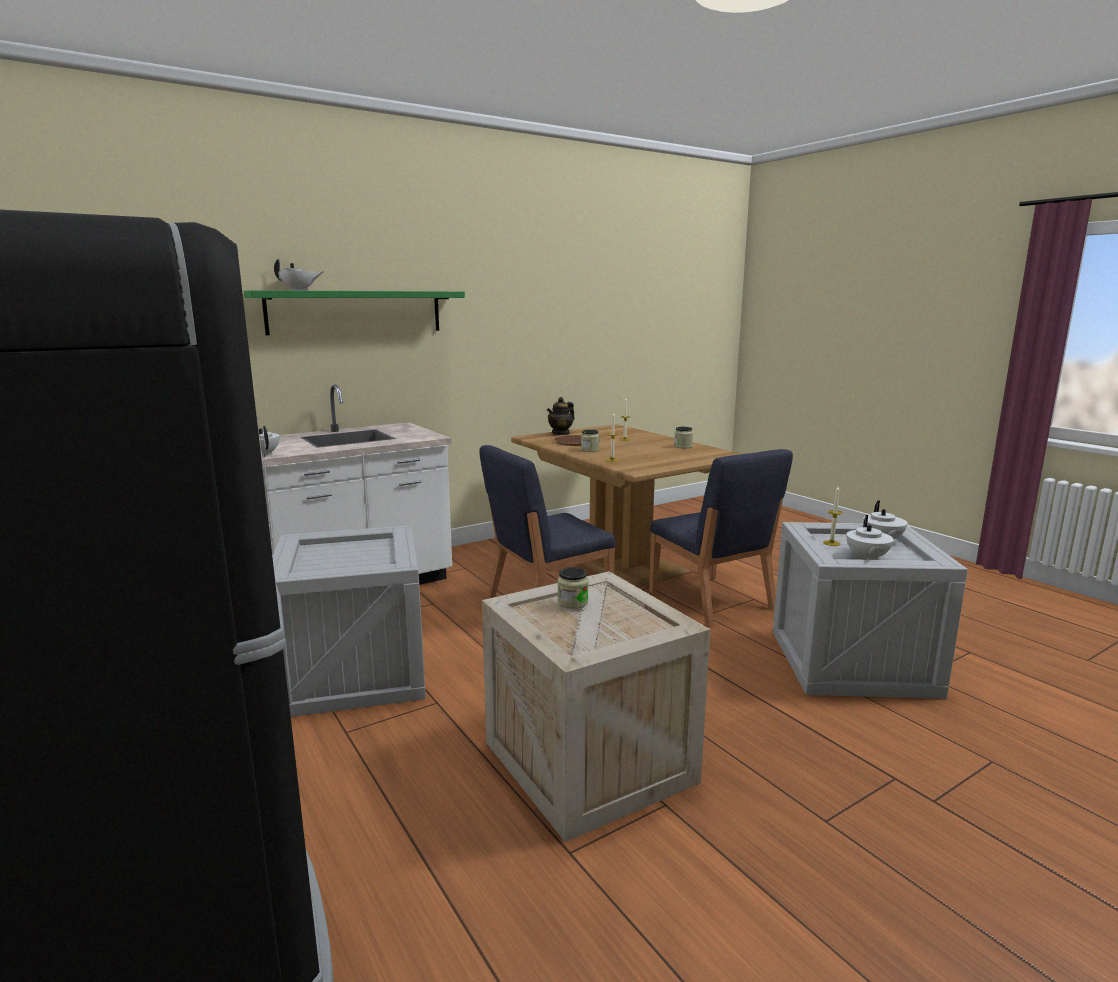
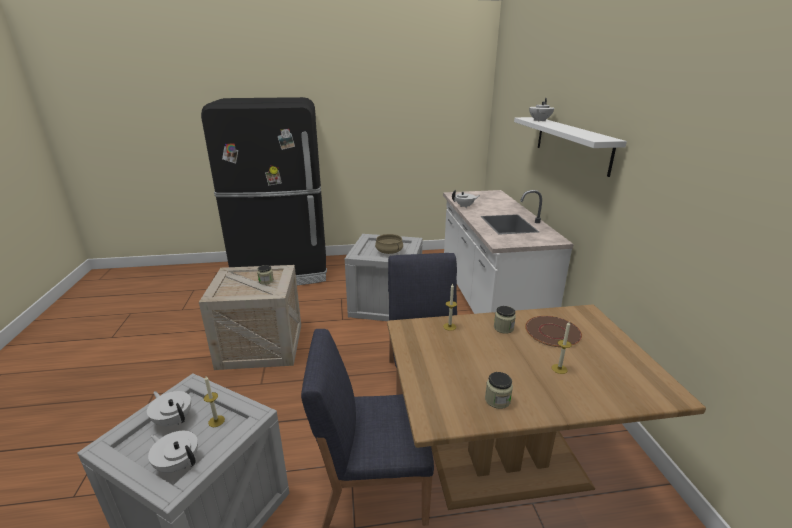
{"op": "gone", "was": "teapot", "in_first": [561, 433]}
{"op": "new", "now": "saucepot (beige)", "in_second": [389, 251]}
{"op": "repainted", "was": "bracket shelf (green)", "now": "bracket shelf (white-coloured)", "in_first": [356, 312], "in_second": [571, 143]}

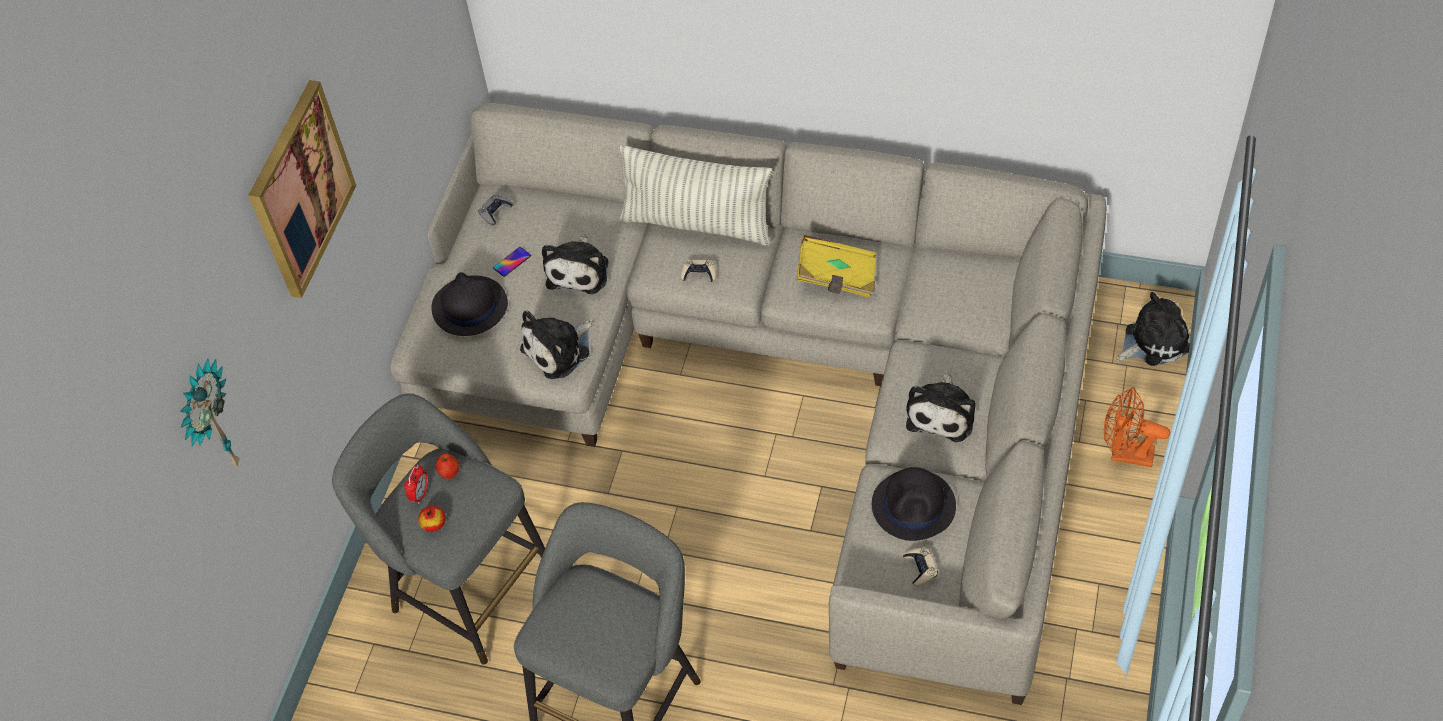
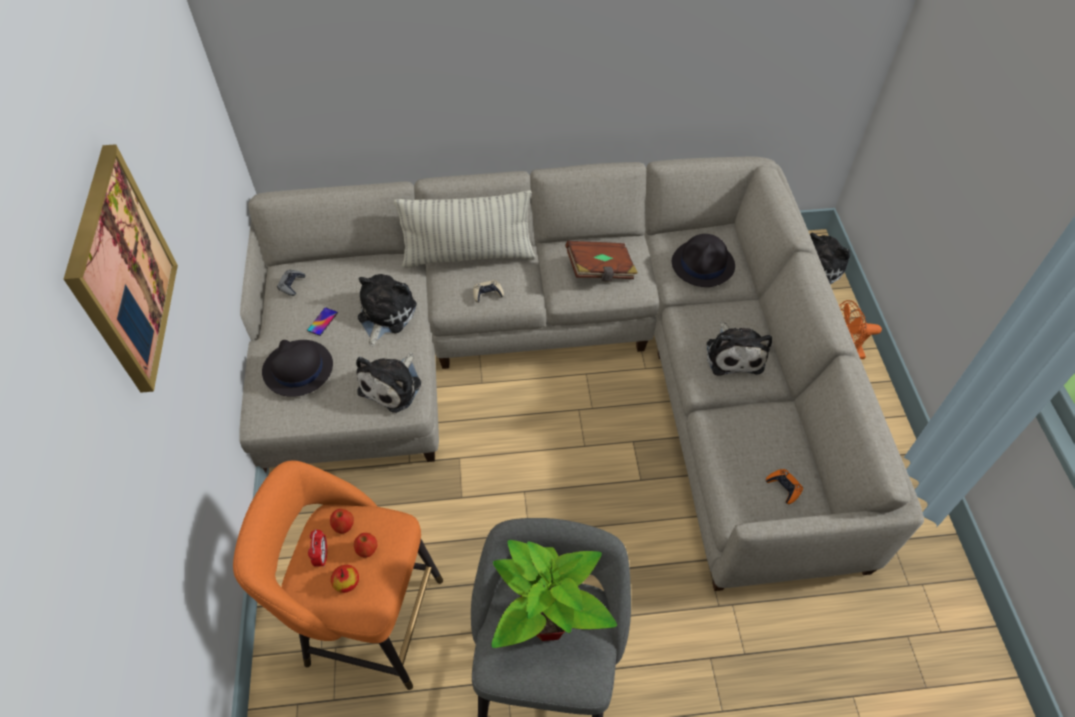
{"op": "gone", "was": "clock on the wall", "in_first": [208, 421]}
{"op": "new", "now": "apple fruit", "in_second": [367, 550]}
{"op": "new", "now": "plant in a pot", "in_second": [547, 620]}
{"op": "shifted", "was": "wearable hat (blackish)", "in_first": [914, 506], "in_second": [703, 264]}
{"op": "repainted", "was": "stool seat (grey)", "now": "stool seat (orange)", "in_first": [466, 586], "in_second": [367, 619]}
{"op": "repainted", "was": "book (yellow-coloured)", "now": "book (brown)", "in_first": [837, 278], "in_second": [600, 270]}
{"op": "repainted", "was": "game controller (beige)", "now": "game controller (orange)", "in_first": [920, 568], "in_second": [784, 487]}
{"op": "rotated", "was": "soft toy", "in_first": [579, 270], "in_second": [384, 315], "clockwise": -150}

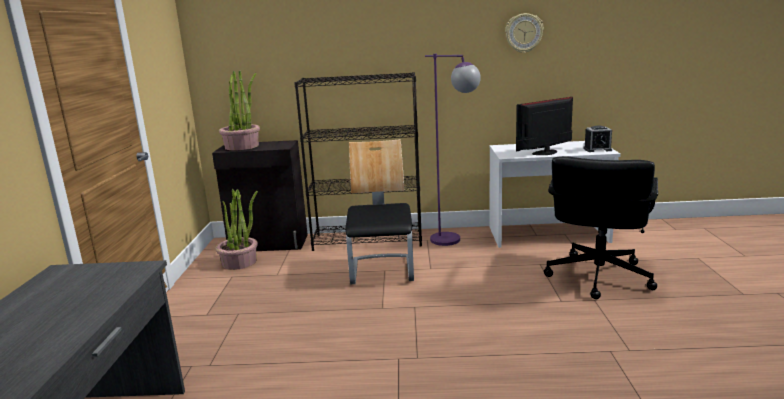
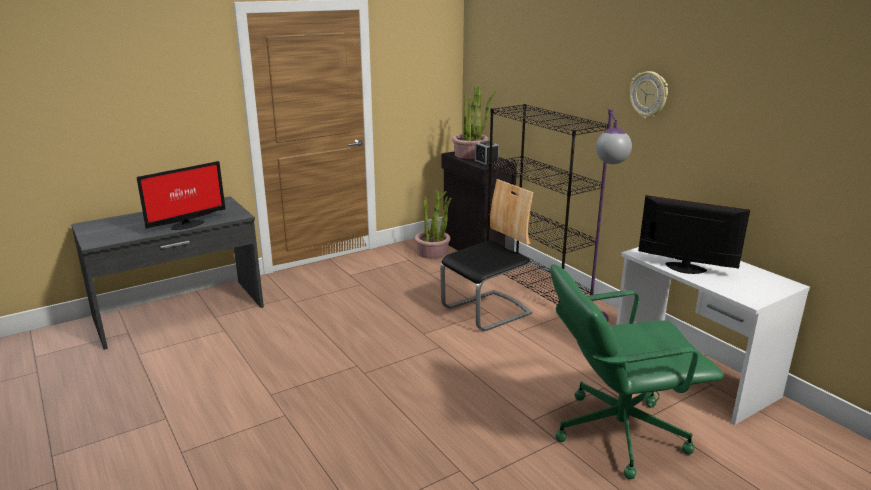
{"op": "new", "now": "monitor", "in_second": [186, 225]}
{"op": "shifted", "was": "clock on the wall", "in_first": [524, 33], "in_second": [649, 94]}
{"op": "shifted", "was": "table clock", "in_first": [597, 149], "in_second": [486, 163]}
{"op": "repainted", "was": "office chair (blackish)", "now": "office chair (green)", "in_first": [597, 277], "in_second": [617, 432]}

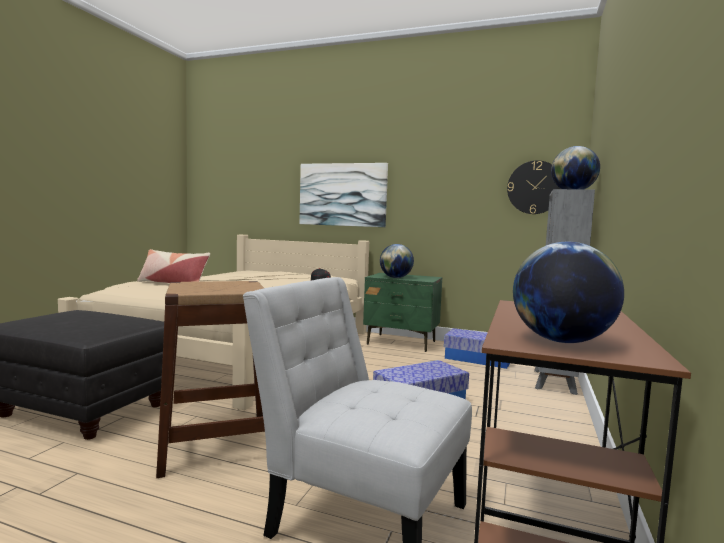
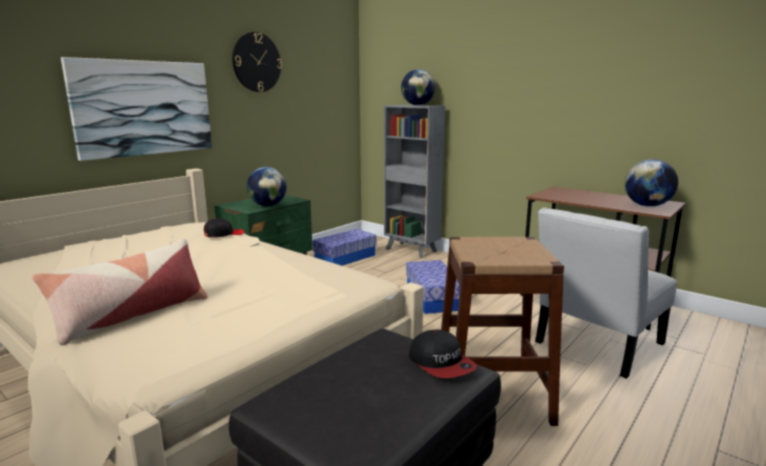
{"op": "new", "now": "cap", "in_second": [441, 363]}
{"op": "shifted", "was": "clock on the wall", "in_first": [534, 187], "in_second": [256, 62]}

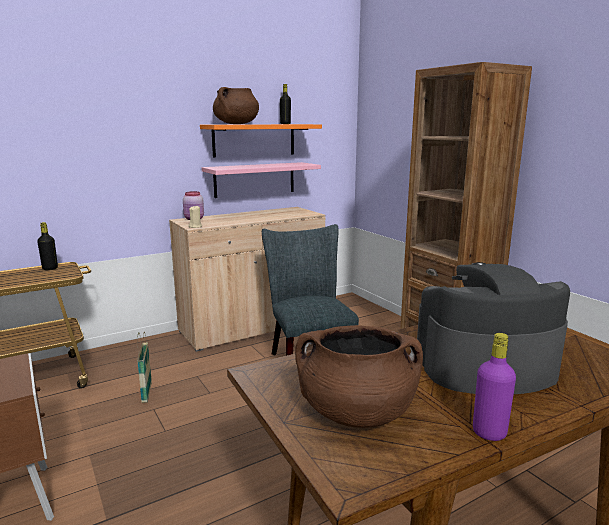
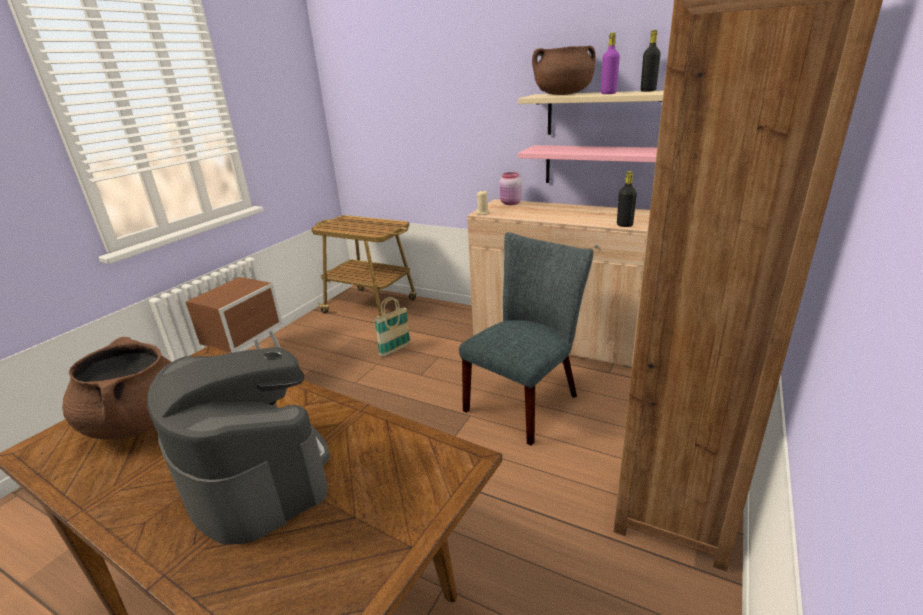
{"op": "shifted", "was": "beverage bottle (blackish)", "in_first": [50, 268], "in_second": [624, 225]}
{"op": "shifted", "was": "beverage bottle (purple-coloured)", "in_first": [489, 433], "in_second": [608, 93]}
{"op": "repainted", "was": "bracket shelf (orange)", "now": "bracket shelf (beige)", "in_first": [254, 140], "in_second": [604, 113]}

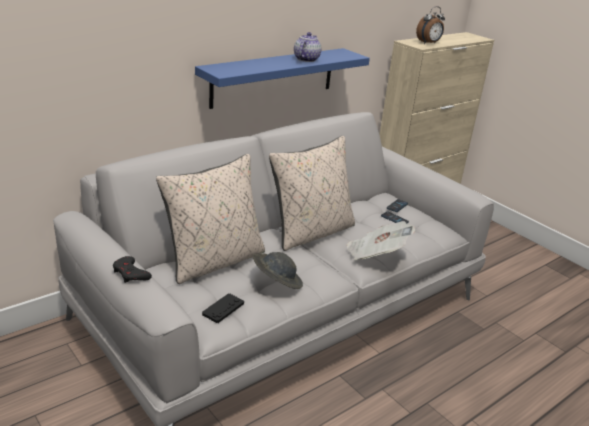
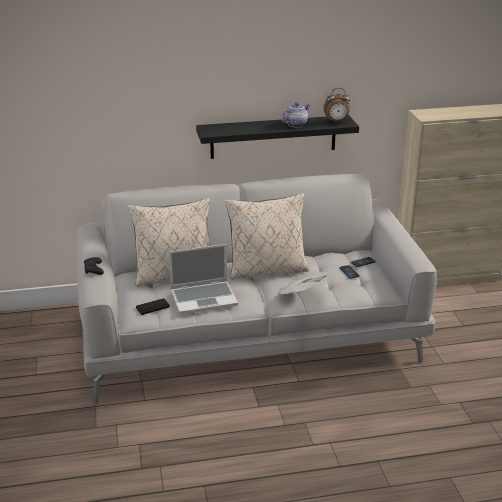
{"op": "shifted", "was": "table clock", "in_first": [428, 43], "in_second": [336, 122]}
{"op": "swapped", "was": "wearable hat (grey)", "now": "portable computer", "in_first": [276, 282], "in_second": [204, 298]}
{"op": "repainted", "was": "bracket shelf (bluish)", "now": "bracket shelf (blackish)", "in_first": [274, 77], "in_second": [273, 137]}

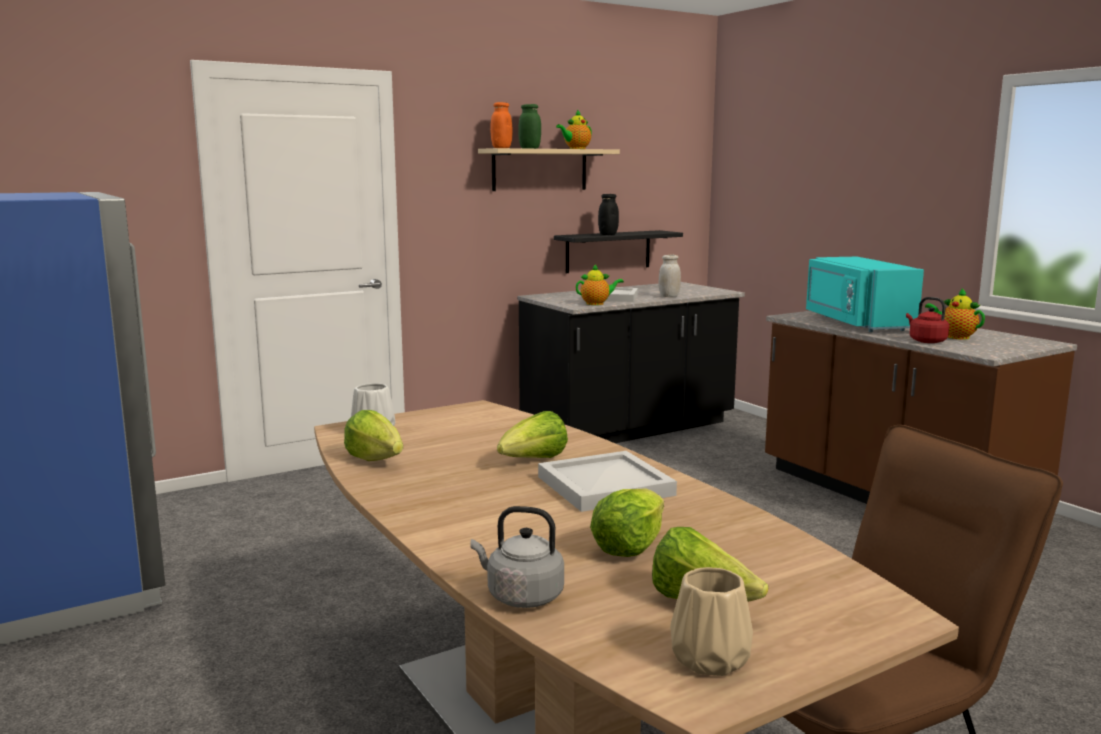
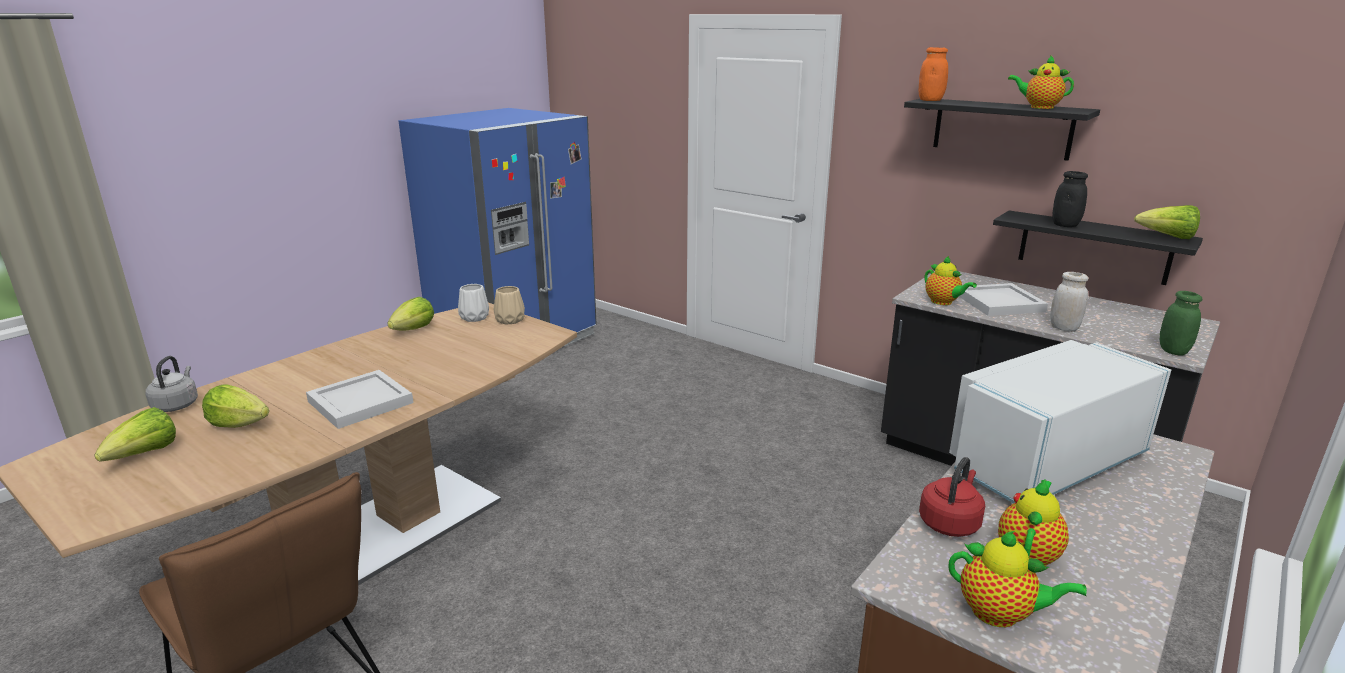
{"op": "new", "now": "teapot", "in_second": [1000, 614]}
{"op": "shifted", "was": "head of lettuce", "in_first": [533, 461], "in_second": [1167, 237]}
{"op": "shifted", "was": "jar (green)", "in_first": [529, 148], "in_second": [1173, 351]}
{"op": "shifted", "was": "flower vase (beige)", "in_first": [708, 658], "in_second": [510, 320]}
{"op": "repainted", "was": "bracket shelf (beige)", "now": "bracket shelf (blackish)", "in_first": [539, 170], "in_second": [1002, 128]}
{"op": "repainted", "was": "kitchen microwave (turquoise)", "now": "kitchen microwave (white-coloured)", "in_first": [855, 323], "in_second": [1042, 461]}

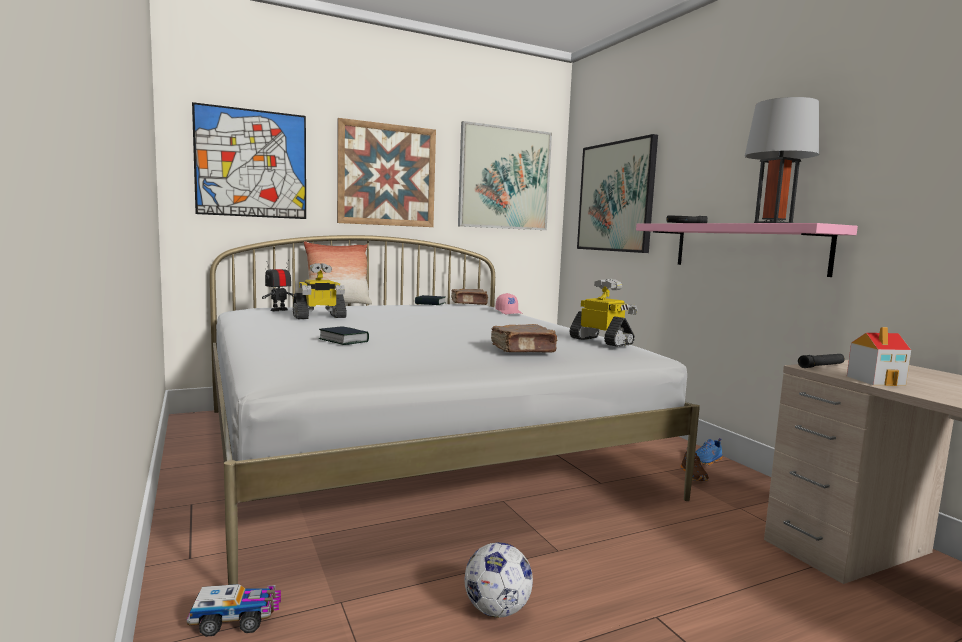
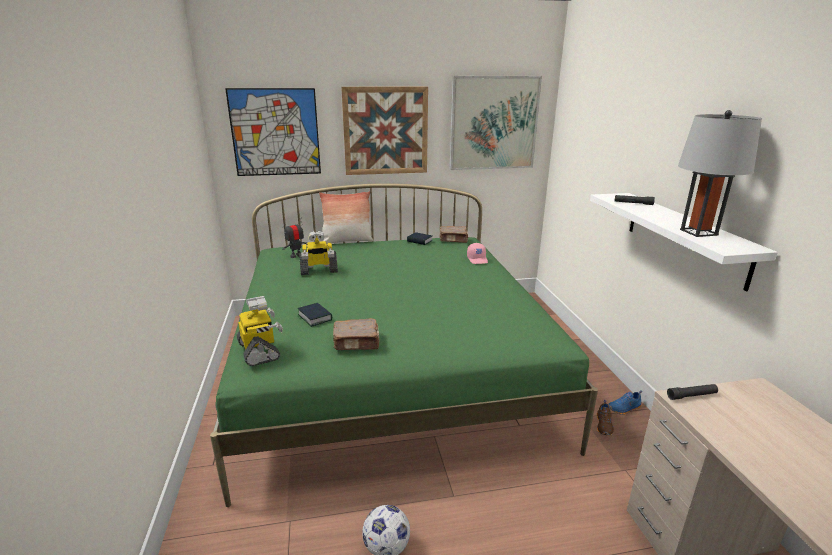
{"op": "gone", "was": "toy truck", "in_first": [236, 620]}
{"op": "gone", "was": "picture", "in_first": [616, 197]}
{"op": "gone", "was": "miniature house", "in_first": [876, 380]}
{"op": "shifted", "was": "book (brown)", "in_first": [524, 350], "in_second": [357, 343]}
{"op": "shifted", "was": "robot figure", "in_first": [602, 341], "in_second": [260, 351]}
{"op": "repainted", "was": "bedroom bed (white-coloured)", "now": "bedroom bed (green)", "in_first": [414, 449], "in_second": [390, 369]}
{"op": "repainted", "was": "bracket shelf (pinkish)", "now": "bracket shelf (white-coloured)", "in_first": [747, 247], "in_second": [684, 236]}

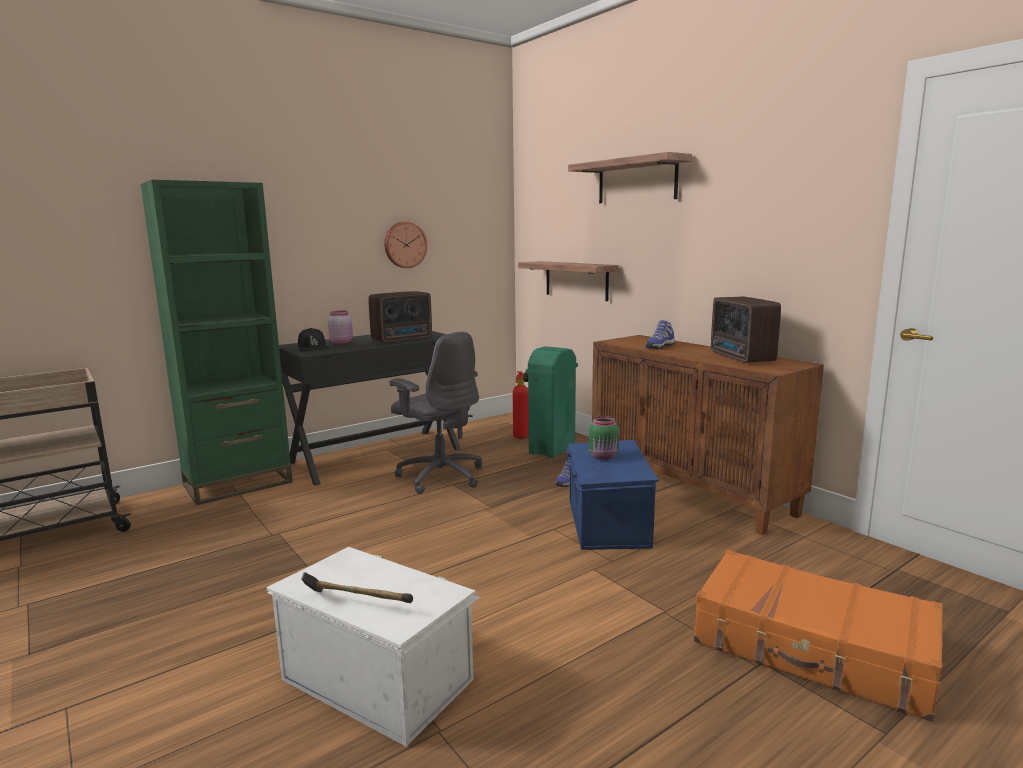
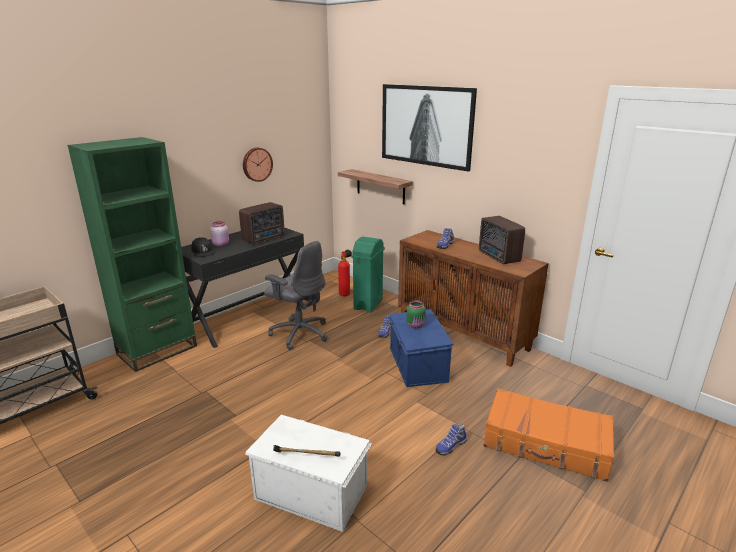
{"op": "new", "now": "item of footwear", "in_second": [450, 446]}
{"op": "swapped", "was": "bracket shelf", "now": "picture", "in_first": [636, 181], "in_second": [426, 126]}

